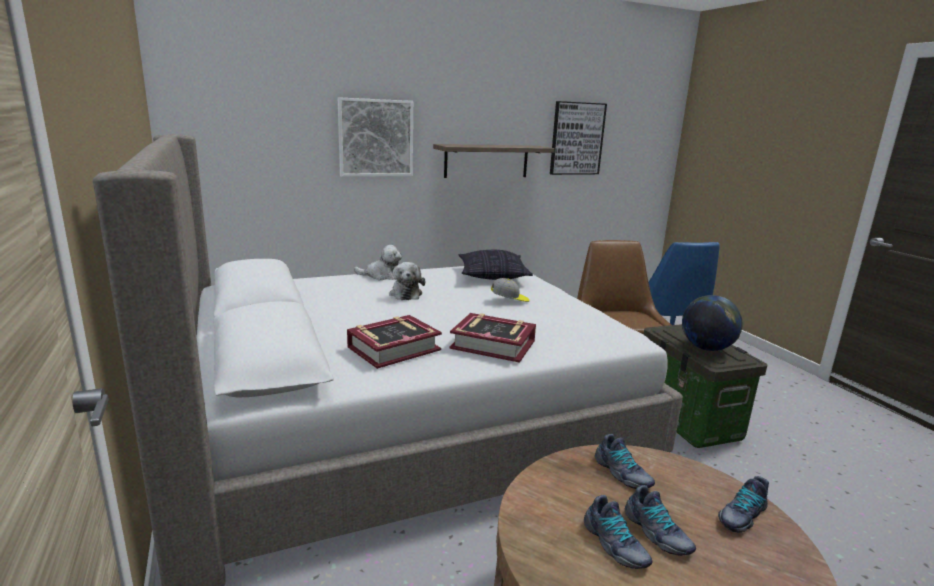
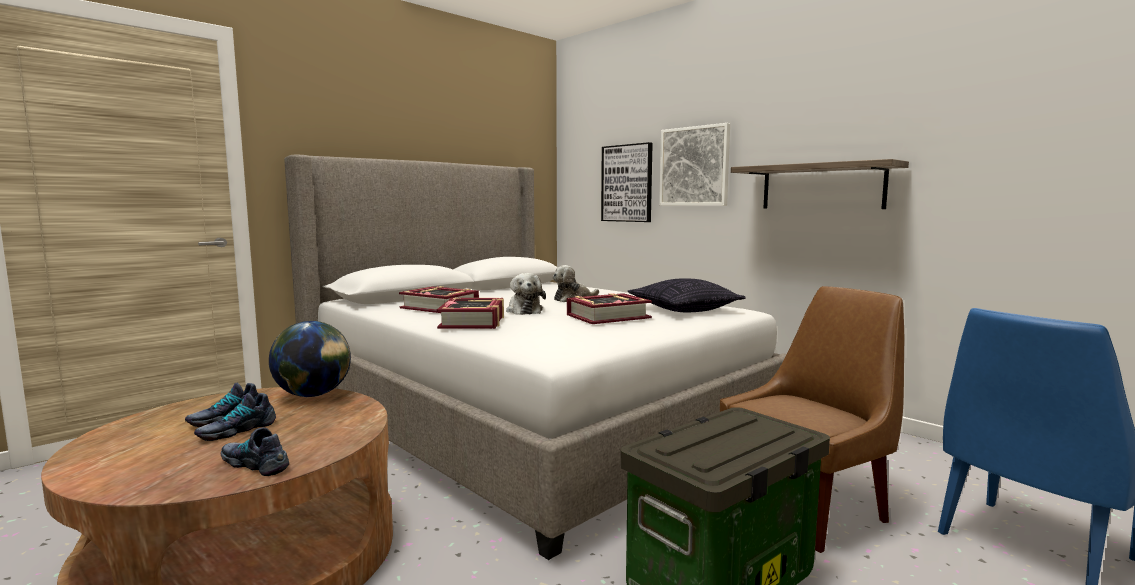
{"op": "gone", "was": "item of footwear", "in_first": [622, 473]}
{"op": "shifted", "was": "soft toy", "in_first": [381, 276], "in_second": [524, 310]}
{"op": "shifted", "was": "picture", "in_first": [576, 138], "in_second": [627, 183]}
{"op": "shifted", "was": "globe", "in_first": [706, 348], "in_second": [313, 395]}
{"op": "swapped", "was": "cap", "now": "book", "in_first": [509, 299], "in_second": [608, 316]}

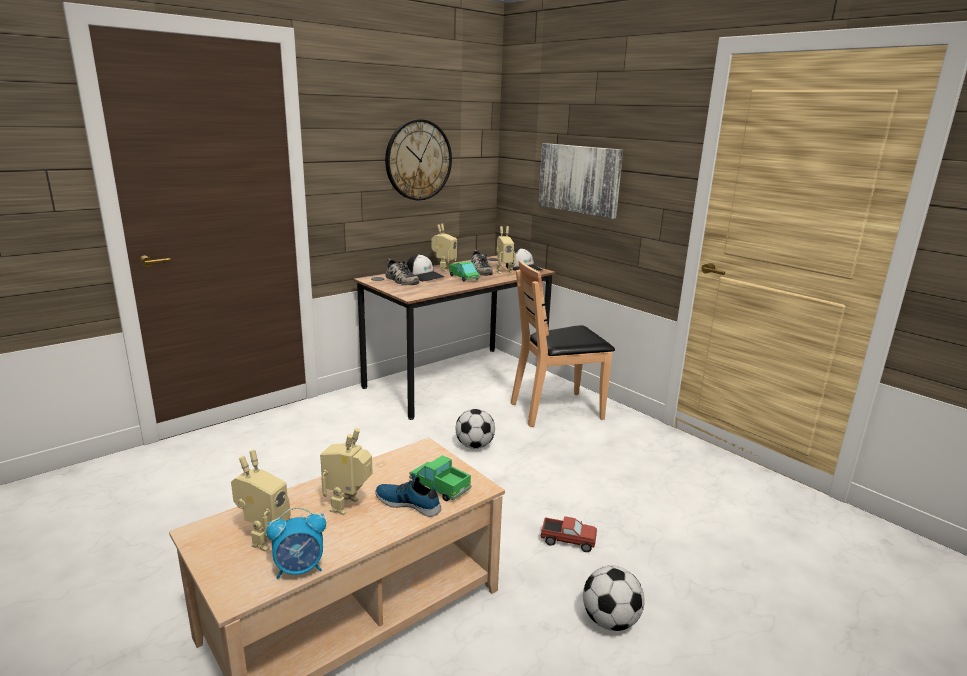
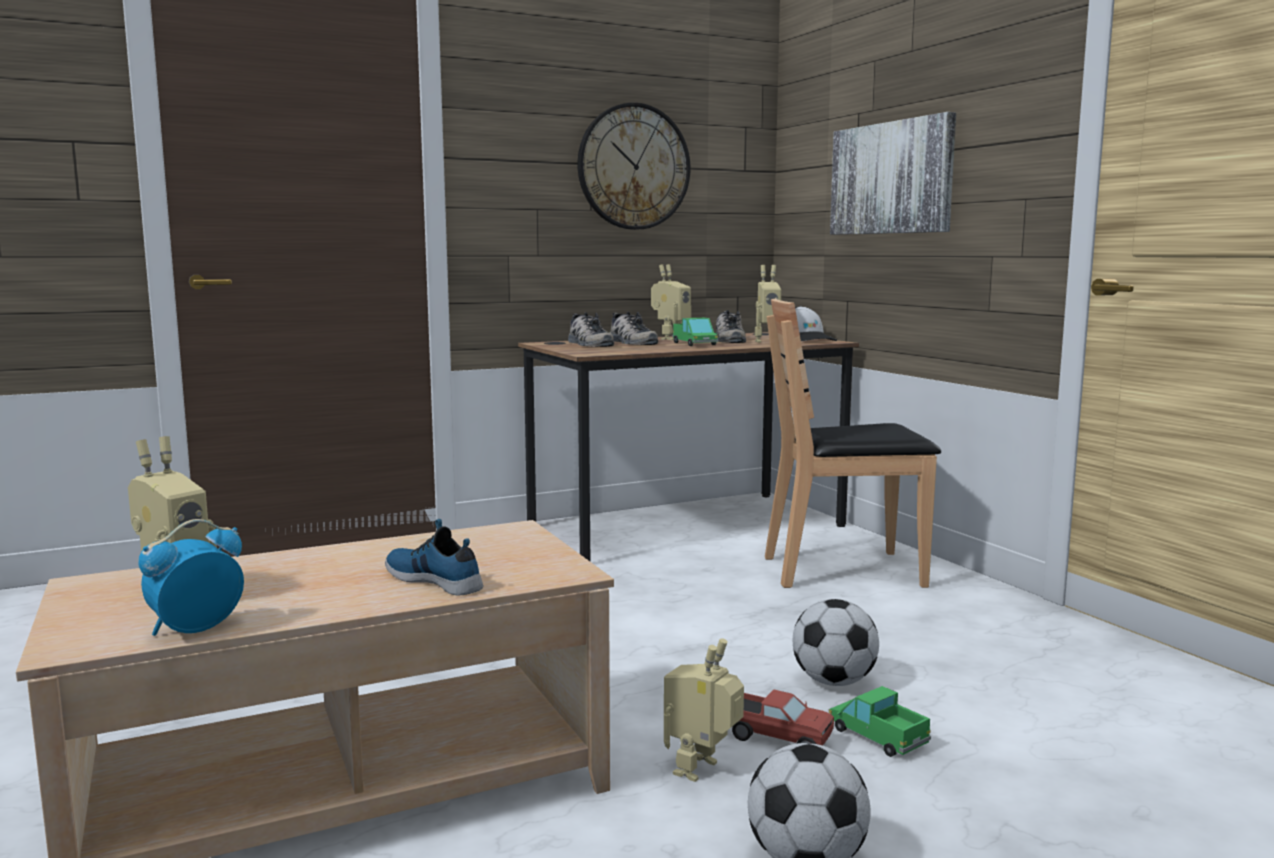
{"op": "shifted", "was": "robot figure", "in_first": [349, 506], "in_second": [702, 770]}
{"op": "shifted", "was": "toy truck", "in_first": [439, 487], "in_second": [877, 736]}
{"op": "shifted", "was": "football ball", "in_first": [474, 446], "in_second": [834, 682]}
{"op": "swapped", "was": "cap", "now": "item of footwear", "in_first": [424, 276], "in_second": [630, 342]}
{"op": "rotated", "was": "table clock", "in_first": [300, 569], "in_second": [194, 629], "clockwise": 135}

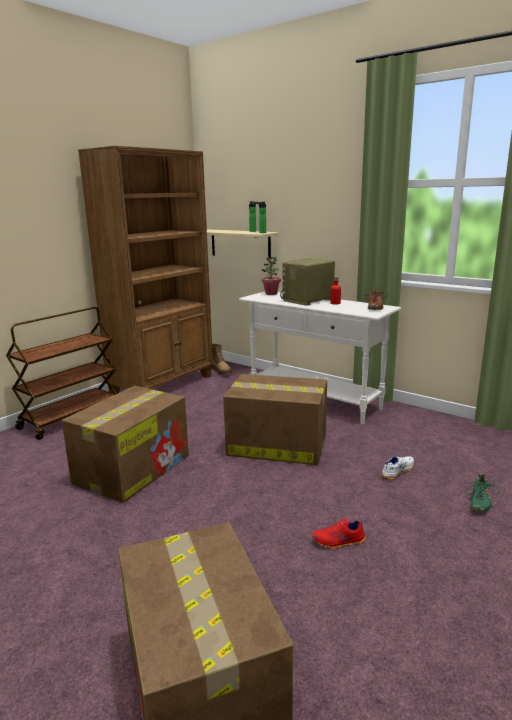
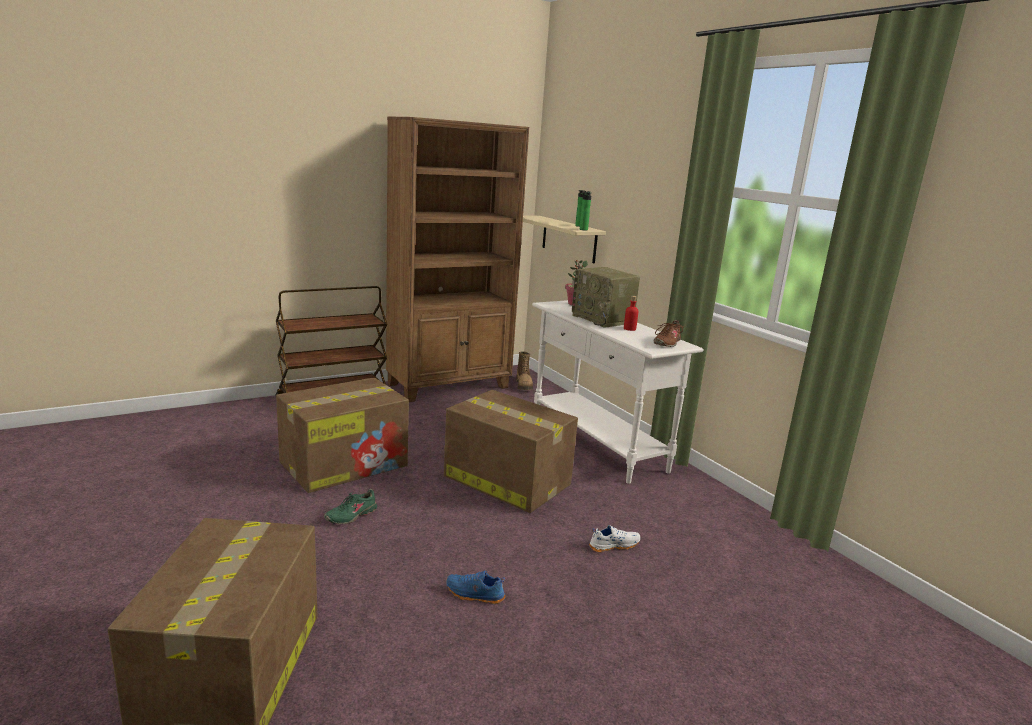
{"op": "shifted", "was": "item of footwear (green)", "in_first": [479, 501], "in_second": [351, 515]}
{"op": "repainted", "was": "item of footwear (reddish)", "now": "item of footwear (bluish)", "in_first": [339, 542], "in_second": [474, 595]}
{"op": "rotated", "was": "radio", "in_first": [308, 300], "in_second": [603, 319], "clockwise": -105}

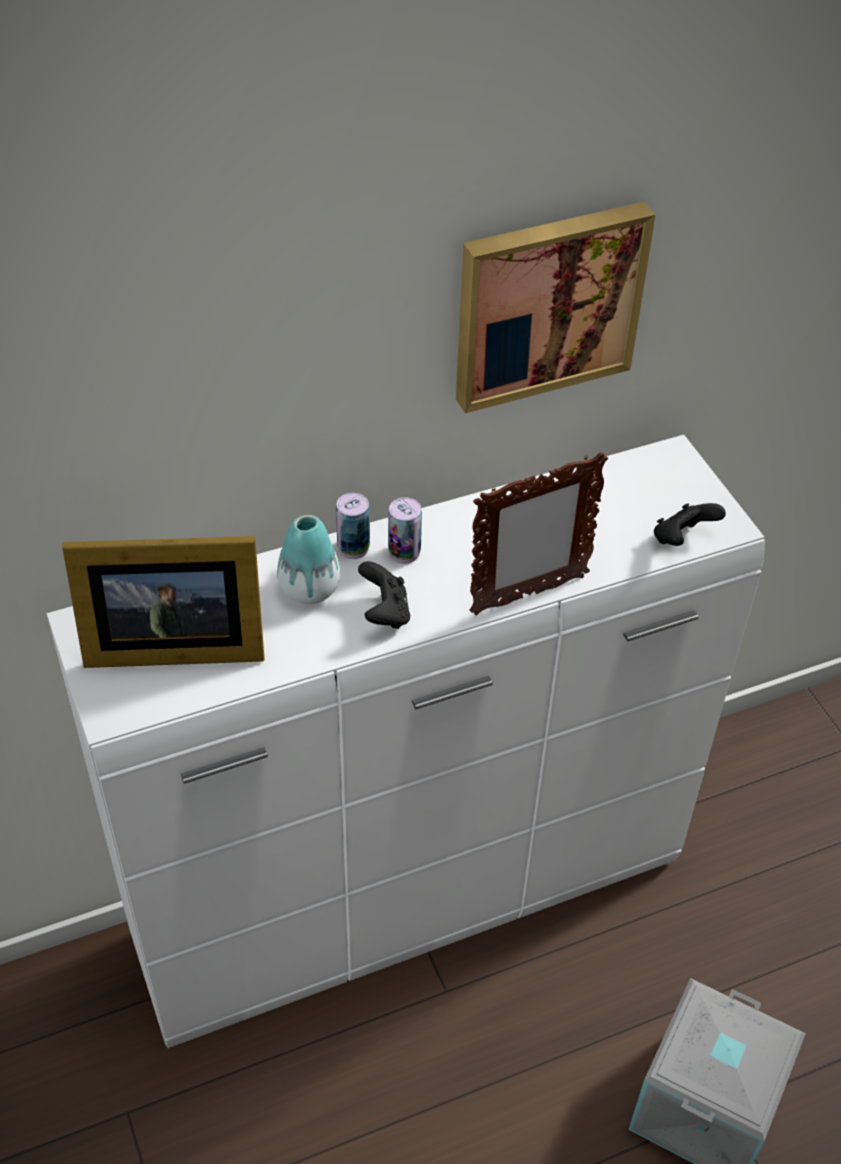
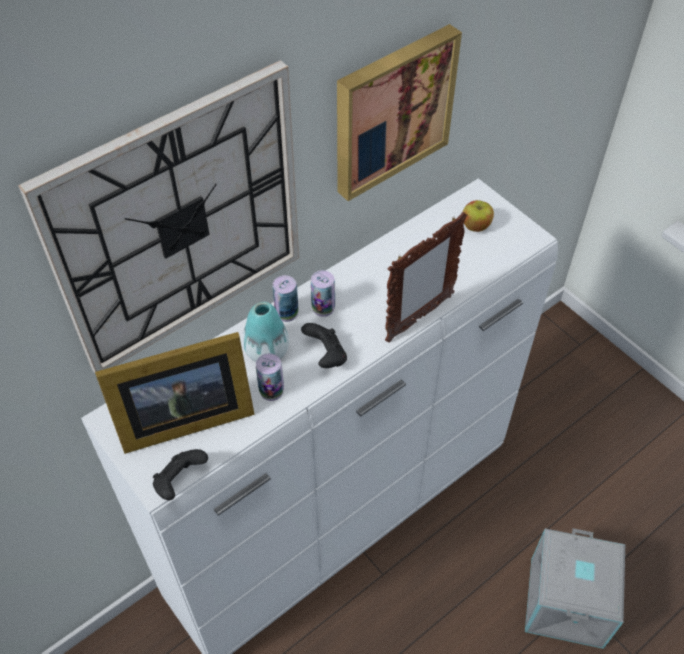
{"op": "new", "now": "clock on the wall", "in_second": [180, 224]}
{"op": "new", "now": "sealed can", "in_second": [271, 391]}
{"op": "new", "now": "apple fruit", "in_second": [475, 226]}
{"op": "shifted", "was": "game controller (blackish)", "in_first": [682, 539], "in_second": [180, 481]}

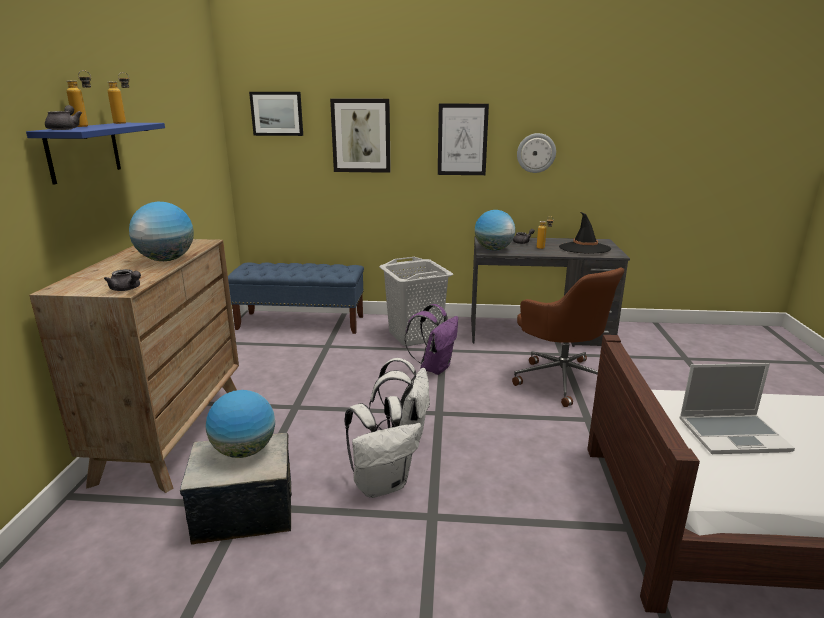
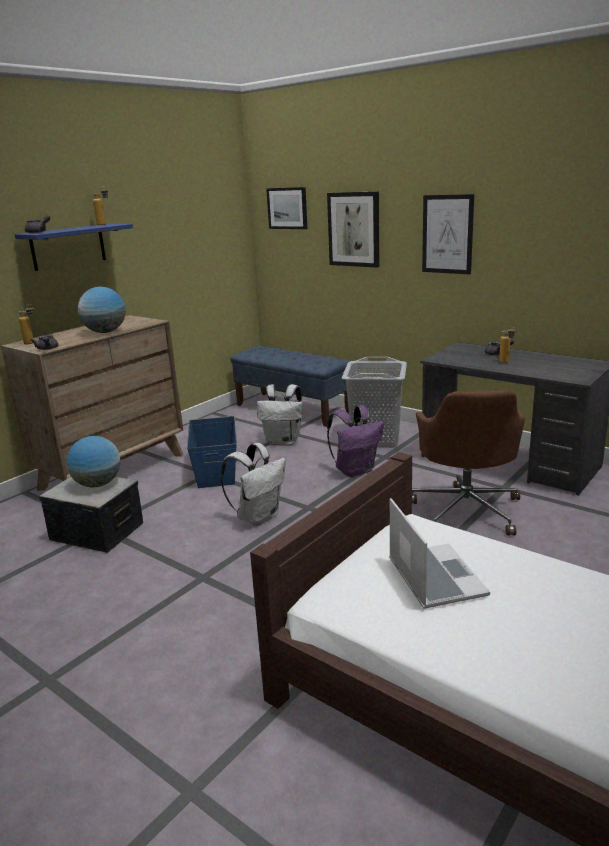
{"op": "gone", "was": "globe", "in_first": [493, 249]}
{"op": "gone", "was": "clock on the wall", "in_first": [536, 153]}
{"op": "gone", "was": "wearable hat (blackish)", "in_first": [584, 248]}
{"op": "new", "now": "storage bin (bluish)", "in_second": [216, 469]}
{"op": "shifted", "was": "beverage bottle", "in_first": [87, 126], "in_second": [32, 343]}
{"op": "shifted", "was": "backpack (white-coloured)", "in_first": [382, 484], "in_second": [283, 441]}
{"op": "rotated", "was": "portable computer", "in_first": [733, 434], "in_second": [434, 577], "clockwise": -135}

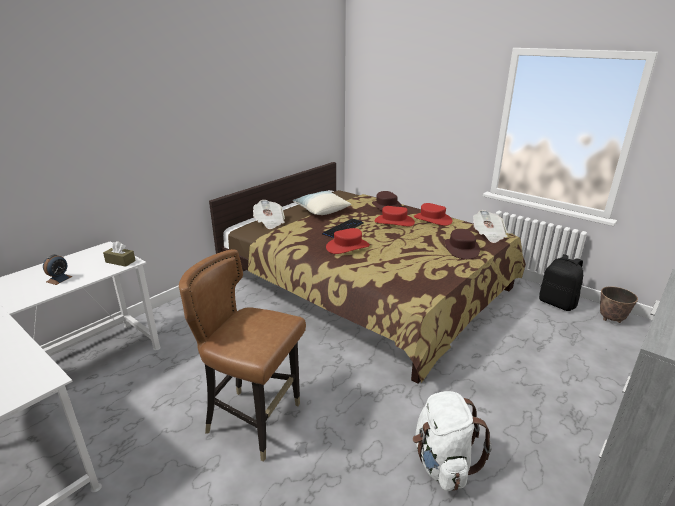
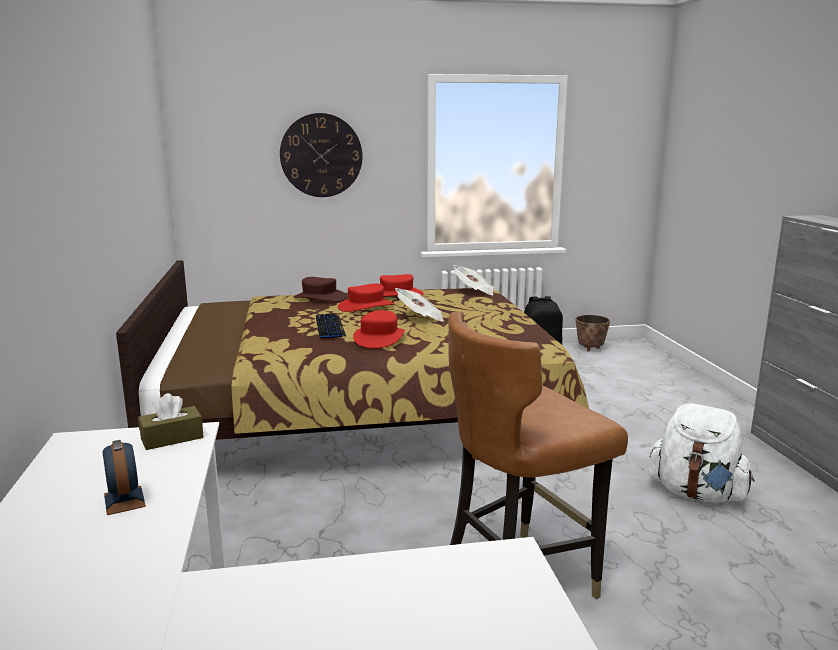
{"op": "gone", "was": "pillow", "in_first": [321, 210]}
{"op": "gone", "was": "wearable hat (brown)", "in_first": [461, 249]}
{"op": "new", "now": "clock on the wall", "in_second": [321, 155]}
{"op": "shifted", "was": "daily paper", "in_first": [269, 222], "in_second": [420, 318]}

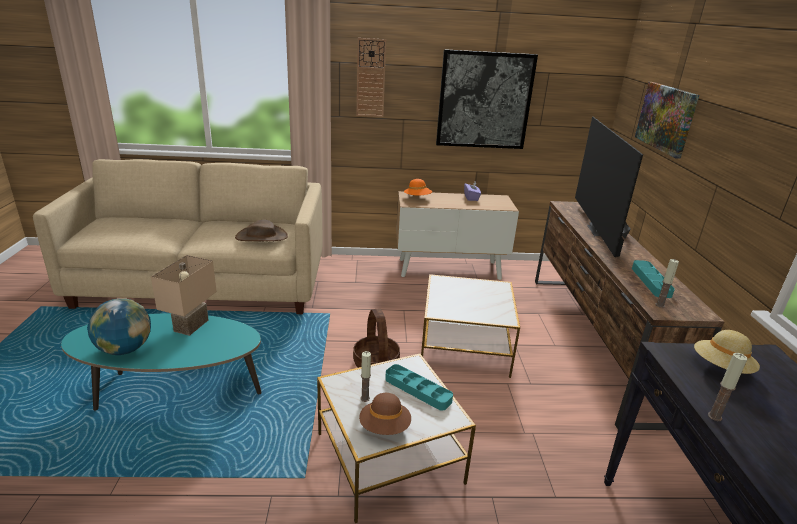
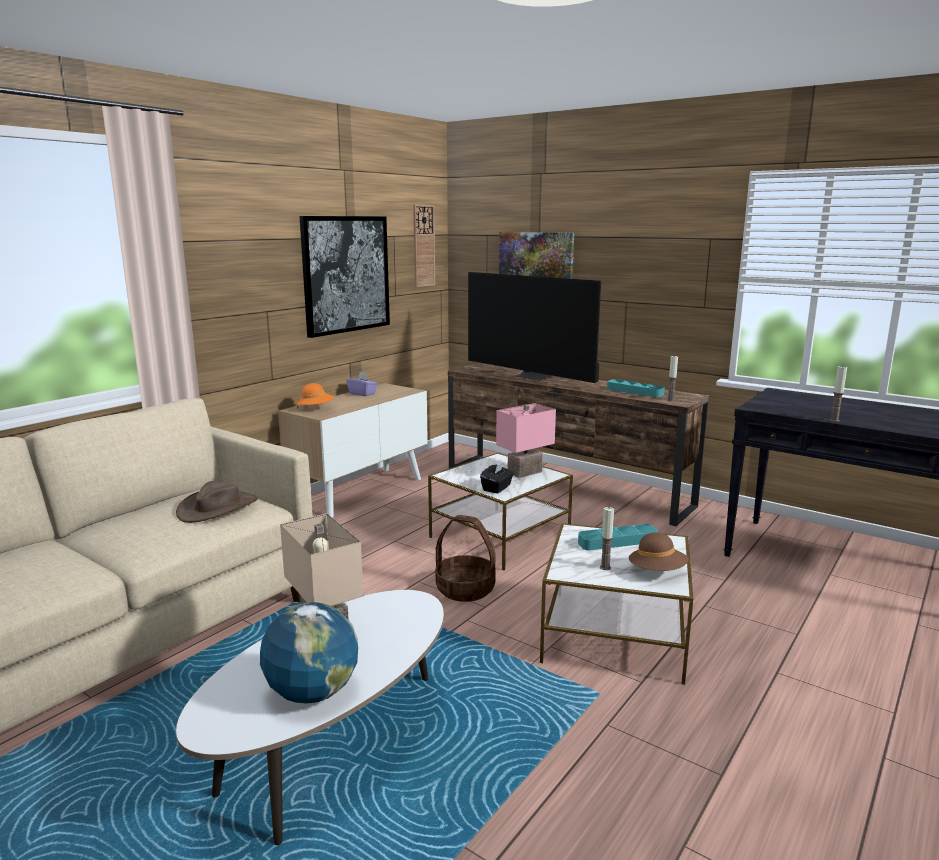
{"op": "gone", "was": "wearable hat (beige)", "in_first": [721, 368]}
{"op": "new", "now": "tissue box (blackish)", "in_second": [497, 488]}
{"op": "new", "now": "lamp for a table (pinkish)", "in_second": [524, 471]}
{"op": "shifted", "was": "clock on the wall", "in_first": [370, 78], "in_second": [423, 246]}
{"op": "repainted", "was": "low table (turquoise)", "now": "low table (white-coloured)", "in_first": [173, 392], "in_second": [333, 751]}

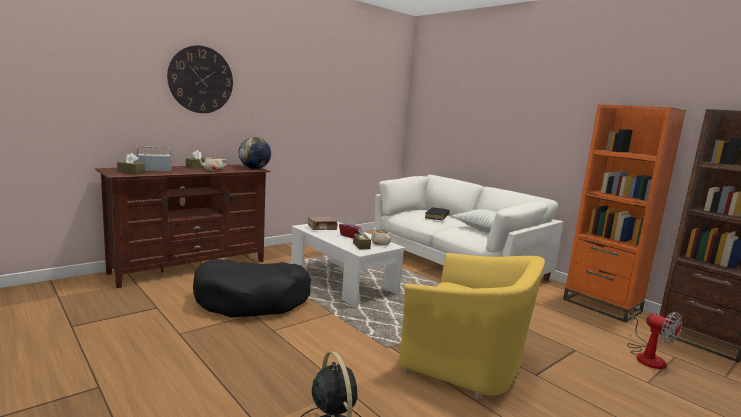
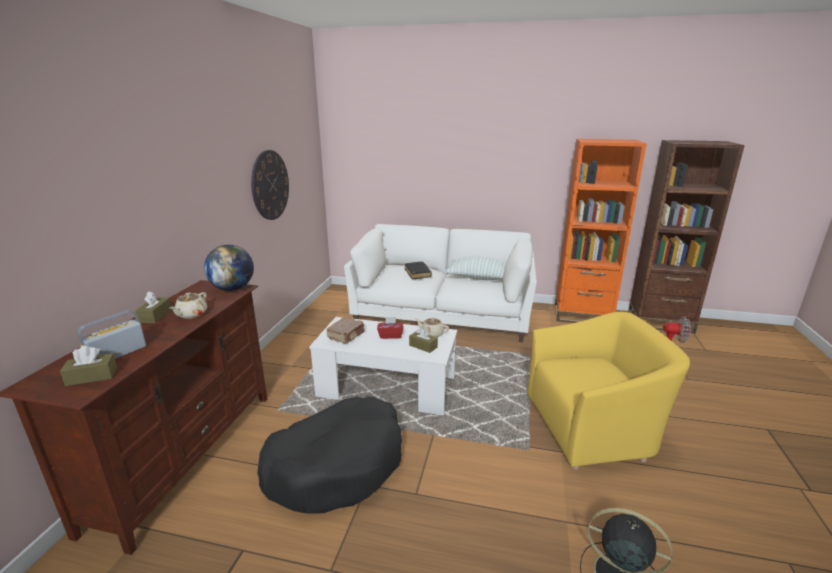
{"op": "shifted", "was": "clock on the wall", "in_first": [201, 80], "in_second": [270, 185]}

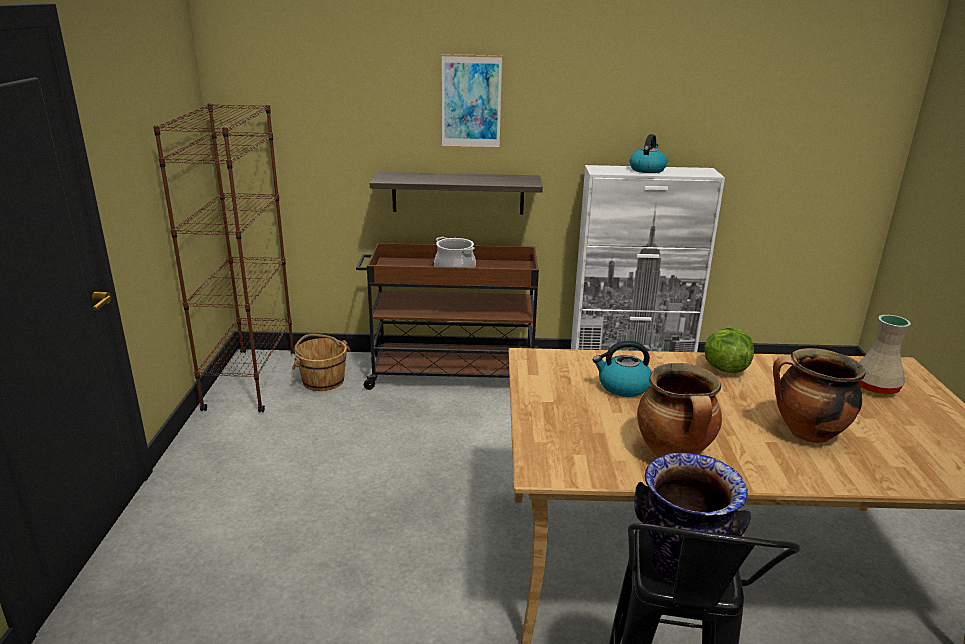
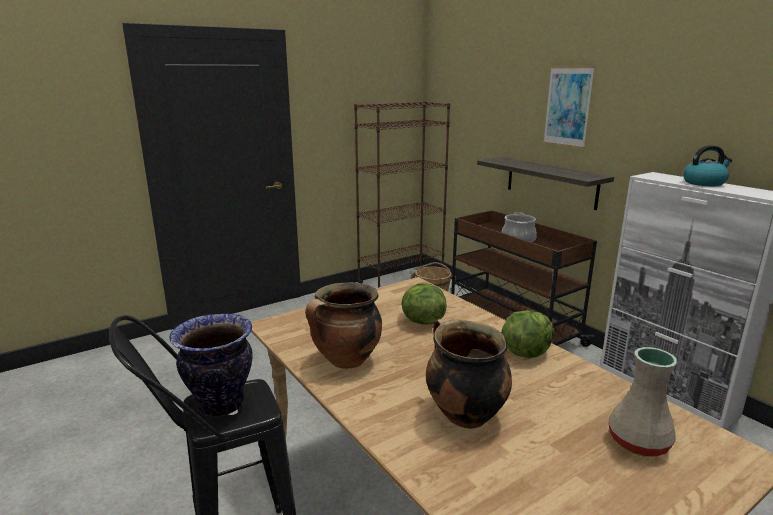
{"op": "swapped", "was": "kettle", "now": "head of lettuce", "in_first": [623, 387], "in_second": [421, 321]}

